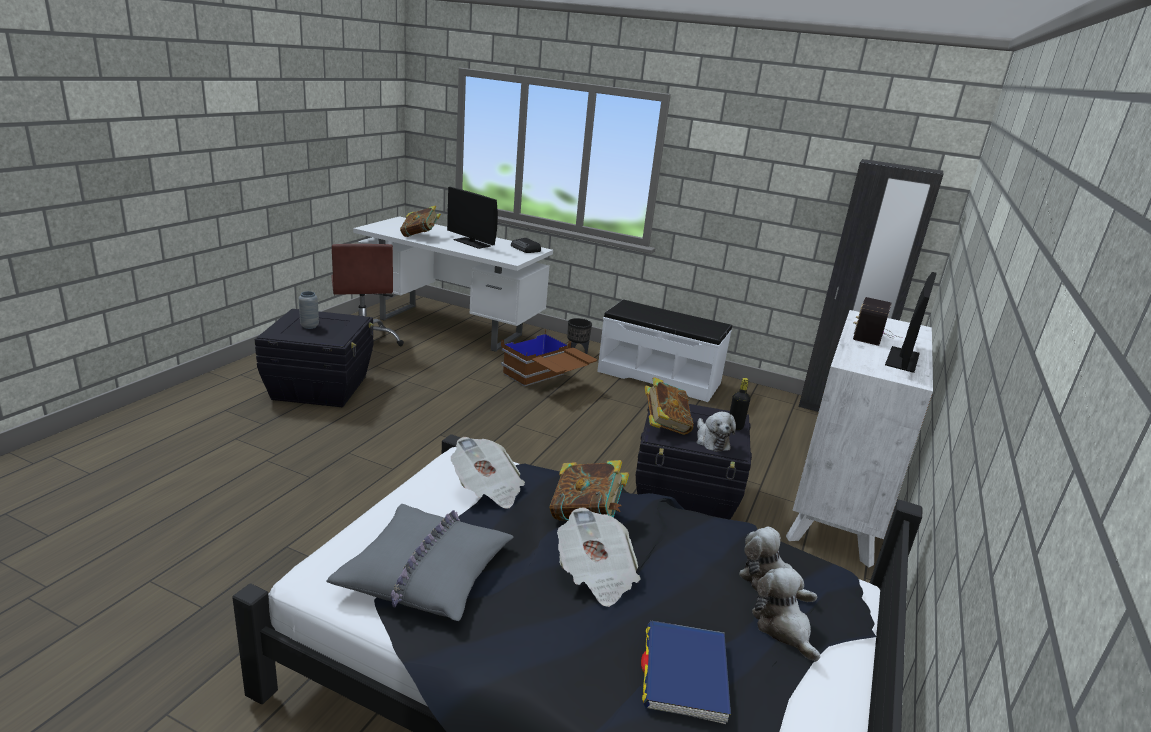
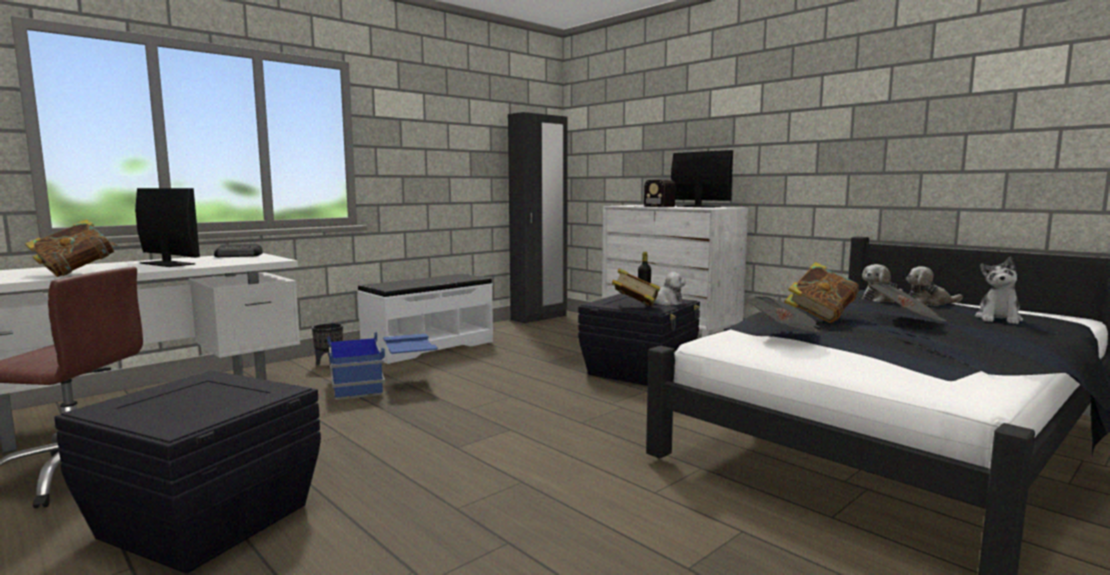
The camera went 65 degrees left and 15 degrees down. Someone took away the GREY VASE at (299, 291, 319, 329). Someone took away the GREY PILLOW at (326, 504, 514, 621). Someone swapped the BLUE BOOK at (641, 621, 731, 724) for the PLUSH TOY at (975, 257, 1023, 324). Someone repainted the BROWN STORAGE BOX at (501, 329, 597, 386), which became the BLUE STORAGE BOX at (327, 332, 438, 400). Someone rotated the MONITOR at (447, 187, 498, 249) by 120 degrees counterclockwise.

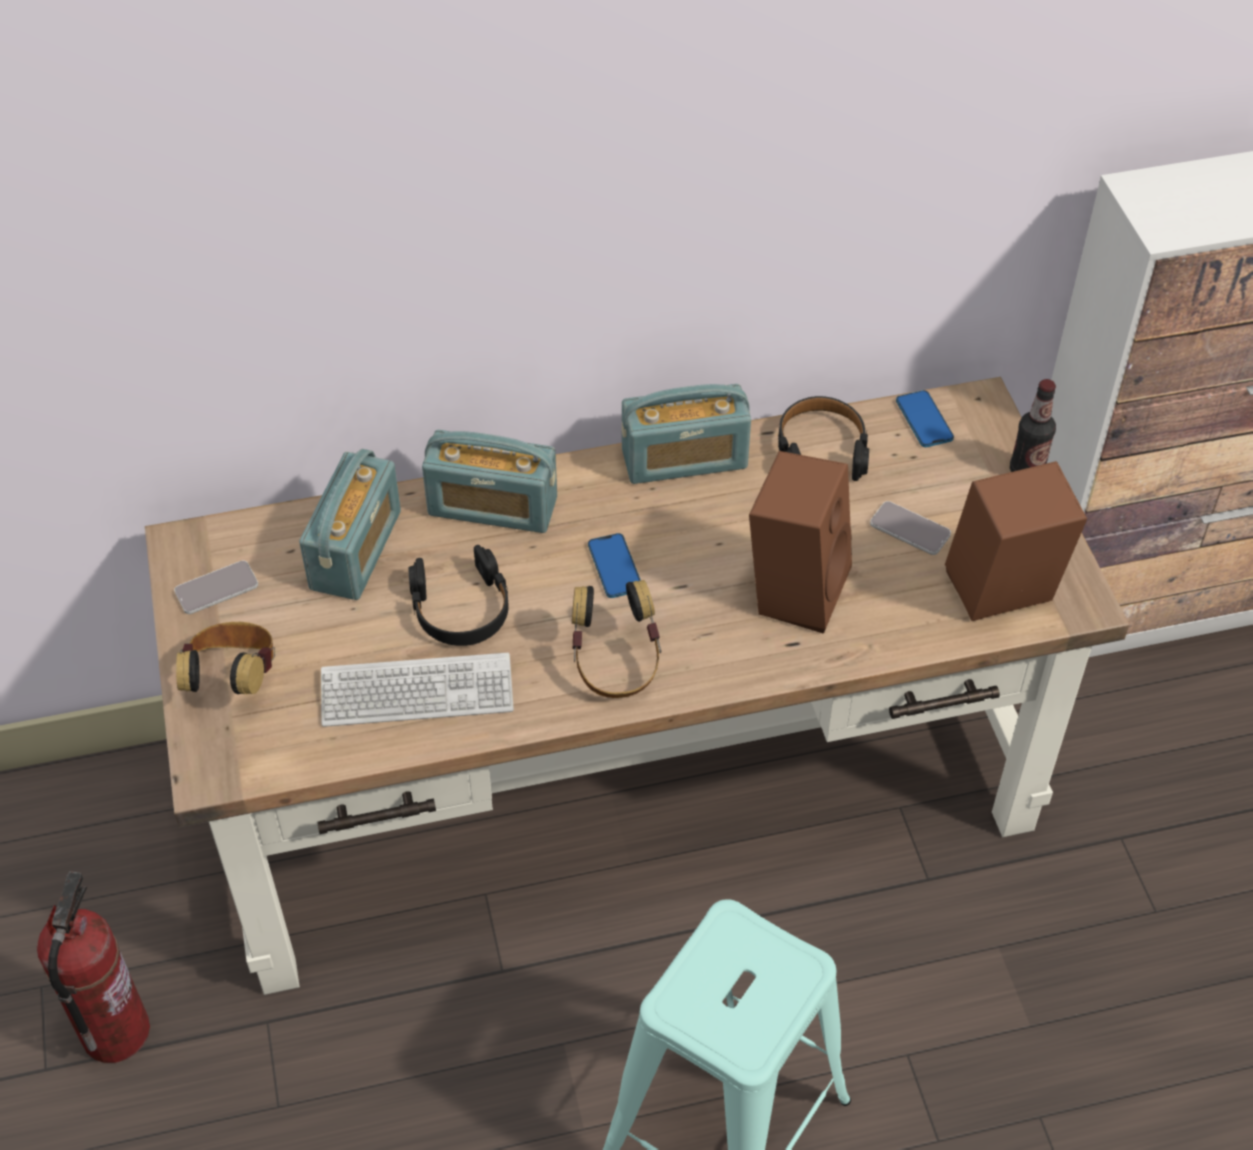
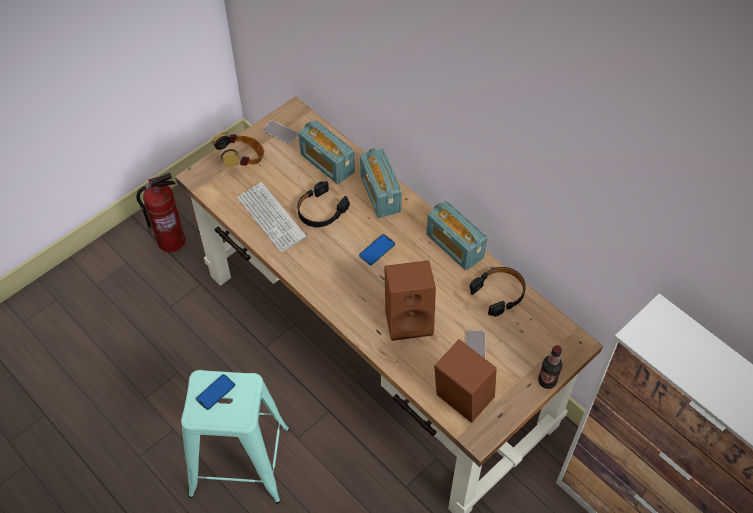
The camera went 60 degrees right and 5 degrees up. Someone took away the HEADPHONES at (572, 580, 661, 698). Someone carried the PHONE from (896, 390, 954, 447) to (196, 374, 235, 410). Someone rotated the RADIO at (299, 449, 401, 600) by 60 degrees clockwise.

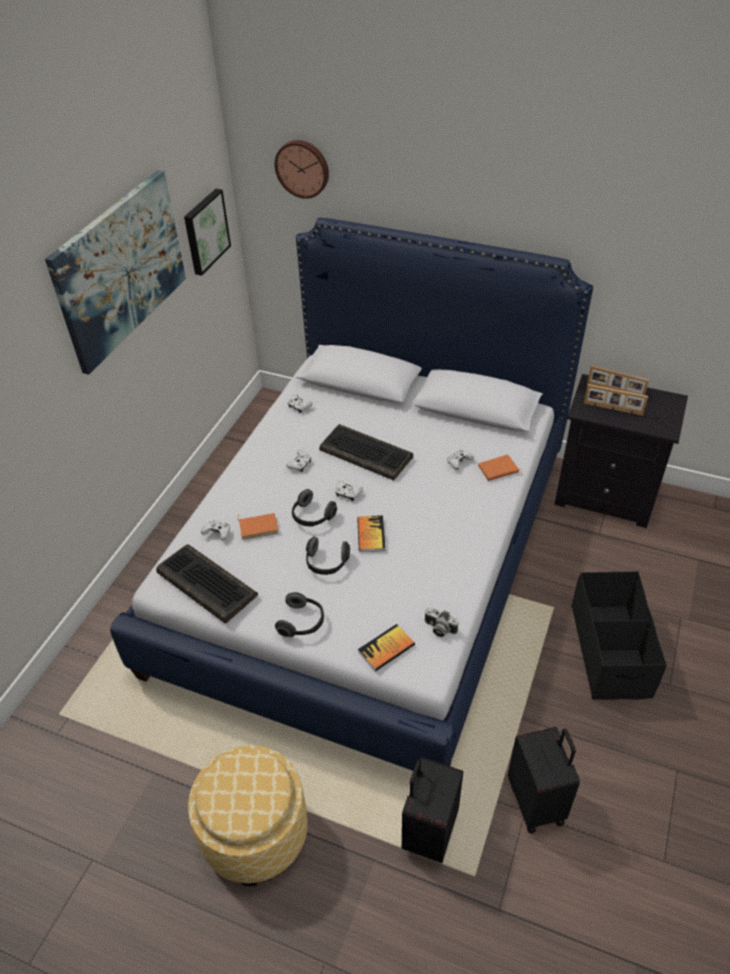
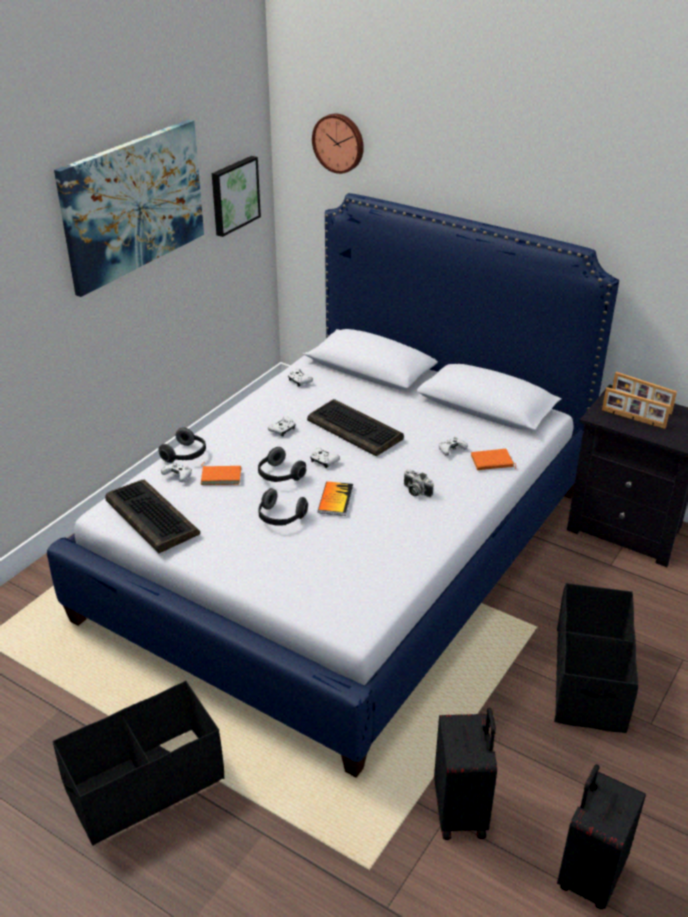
The camera went 10 degrees right and 10 degrees down. Someone took away the BOOK at (358, 624, 415, 671). Someone carried the HEADPHONES from (275, 592, 324, 637) to (158, 427, 206, 463). Someone carried the BLACK SUITCASE from (402, 757, 463, 863) to (557, 764, 646, 910). Someone carried the PHOTO CAMERA from (425, 608, 459, 637) to (404, 469, 434, 497). Someone swapped the OTTOMAN at (188, 745, 308, 886) for the BLACK STORAGE BOX at (52, 681, 224, 846).

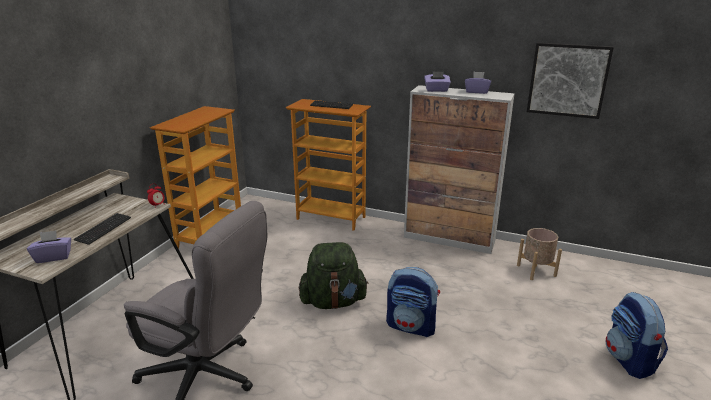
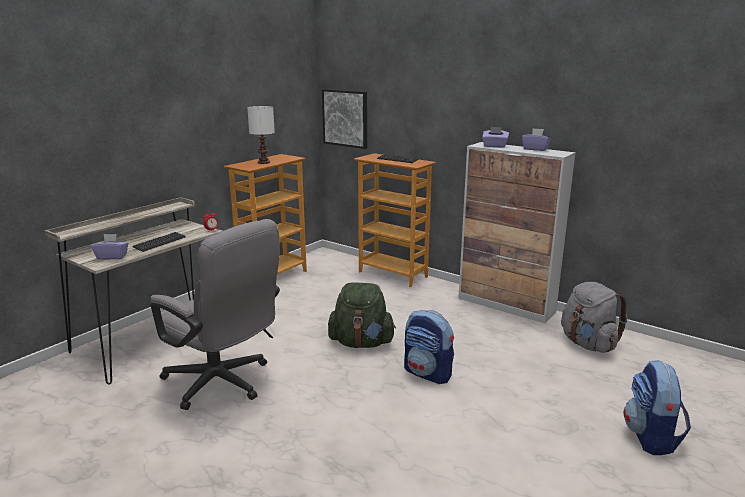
The camera went 15 degrees right and 5 degrees down. Someone put down the WHITE TABLE LAMP at (247, 106, 275, 164). Someone carried the PICTURE from (527, 43, 614, 119) to (322, 89, 367, 149). Someone swapped the BEIGE PLANTER at (517, 228, 562, 280) for the GREY BACKPACK at (561, 282, 628, 353).

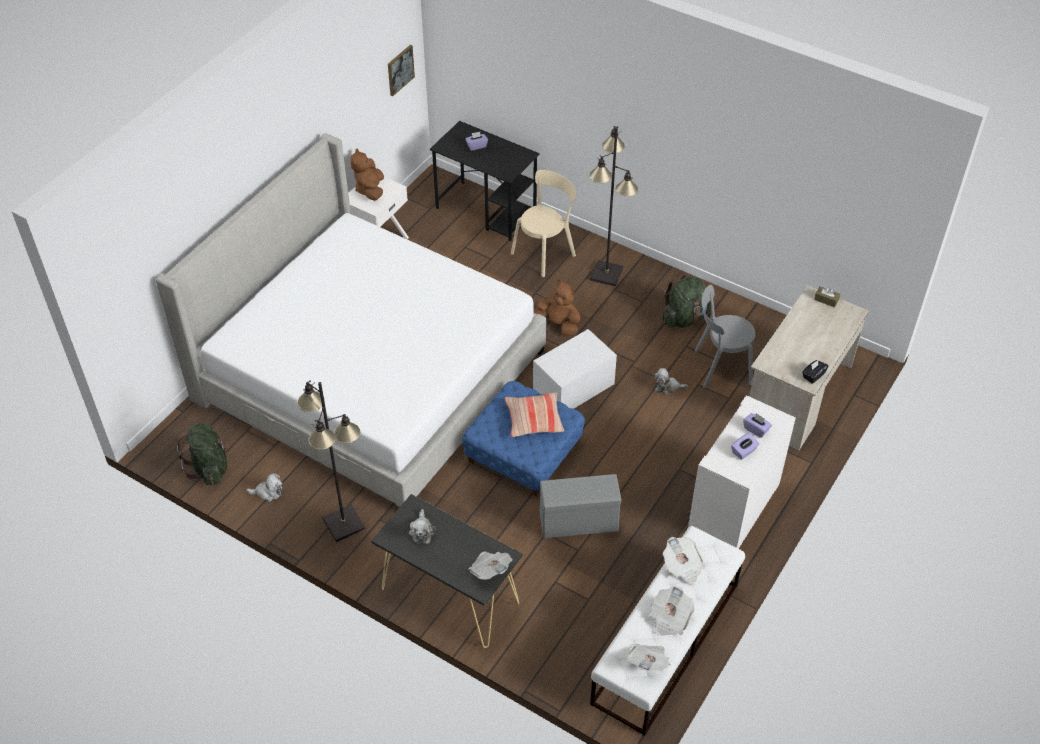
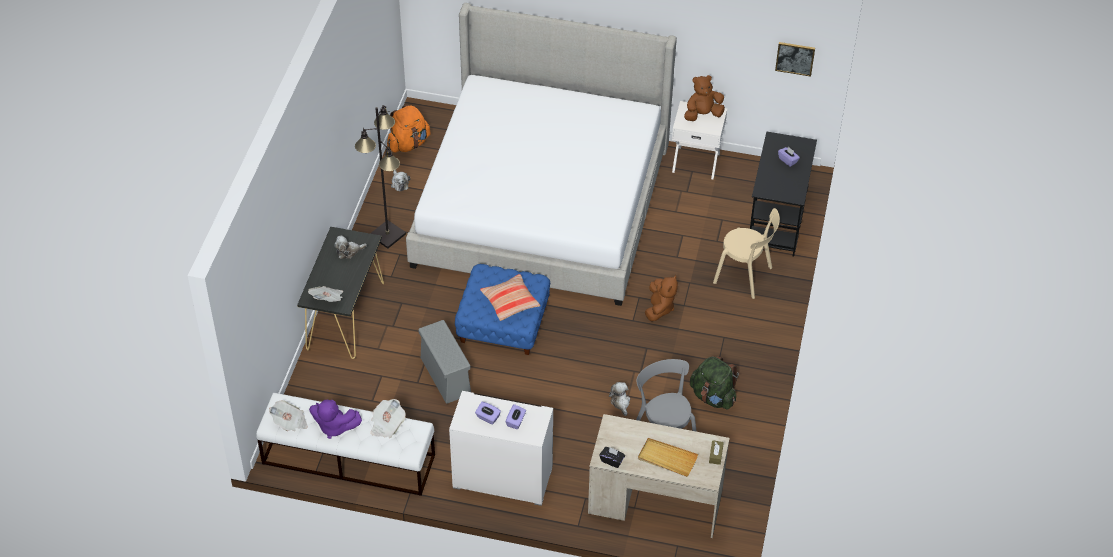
The camera went 70 degrees right and 0 degrees up. Someone took away the WHITE STORAGE BOX at (533, 329, 617, 409). Someone took away the BLACK FLOOR LAMP at (589, 126, 638, 286). Someone put down the BEIGE TRAY at (638, 438, 698, 477). Someone swapped the NEWSPAPER at (650, 586, 694, 636) for the PURPLE PLUSH TOY at (309, 399, 362, 439). Someone repainted the GREEN BACKPACK at (177, 423, 230, 485), which became the ORANGE BACKPACK at (387, 105, 430, 153).

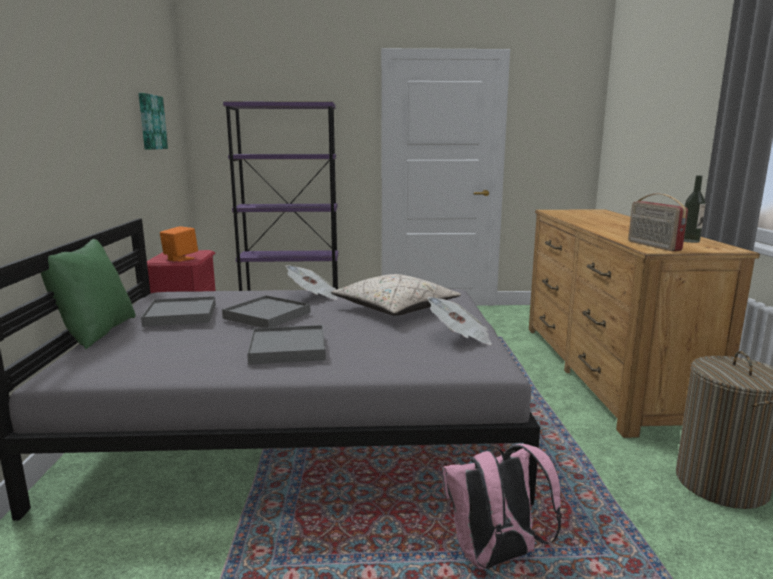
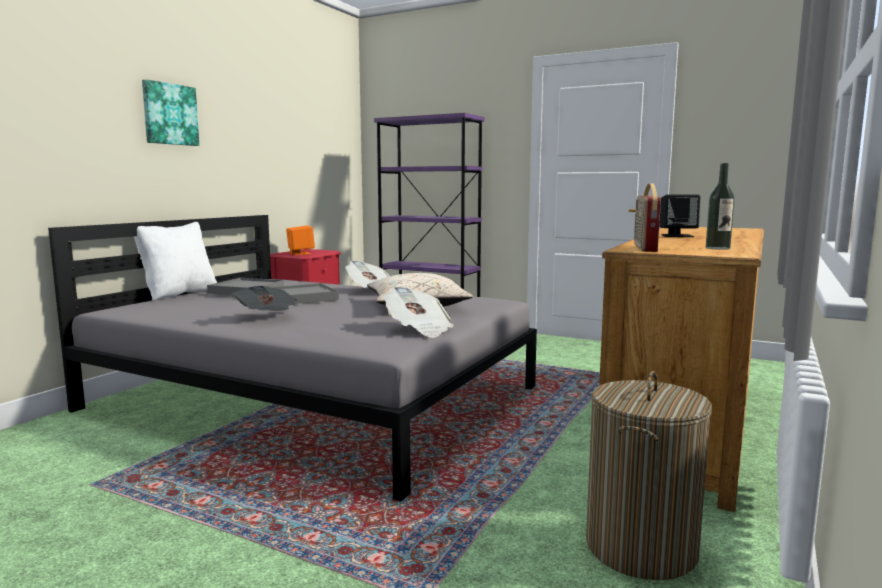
The camera went 30 degrees right and 5 degrees down. Someone took away the PINK BACKPACK at (442, 444, 562, 569). Someone put down the BLACK SPEAKER at (659, 194, 700, 237). Someone carried the PICTURE from (139, 93, 168, 150) to (142, 79, 199, 146). Someone swapped the GREY TRAY at (247, 325, 326, 365) for the NEWSPAPER at (231, 286, 297, 311). Someone repainted the GREEN PILLOW at (41, 239, 135, 349), which became the WHITE PILLOW at (134, 222, 217, 301).

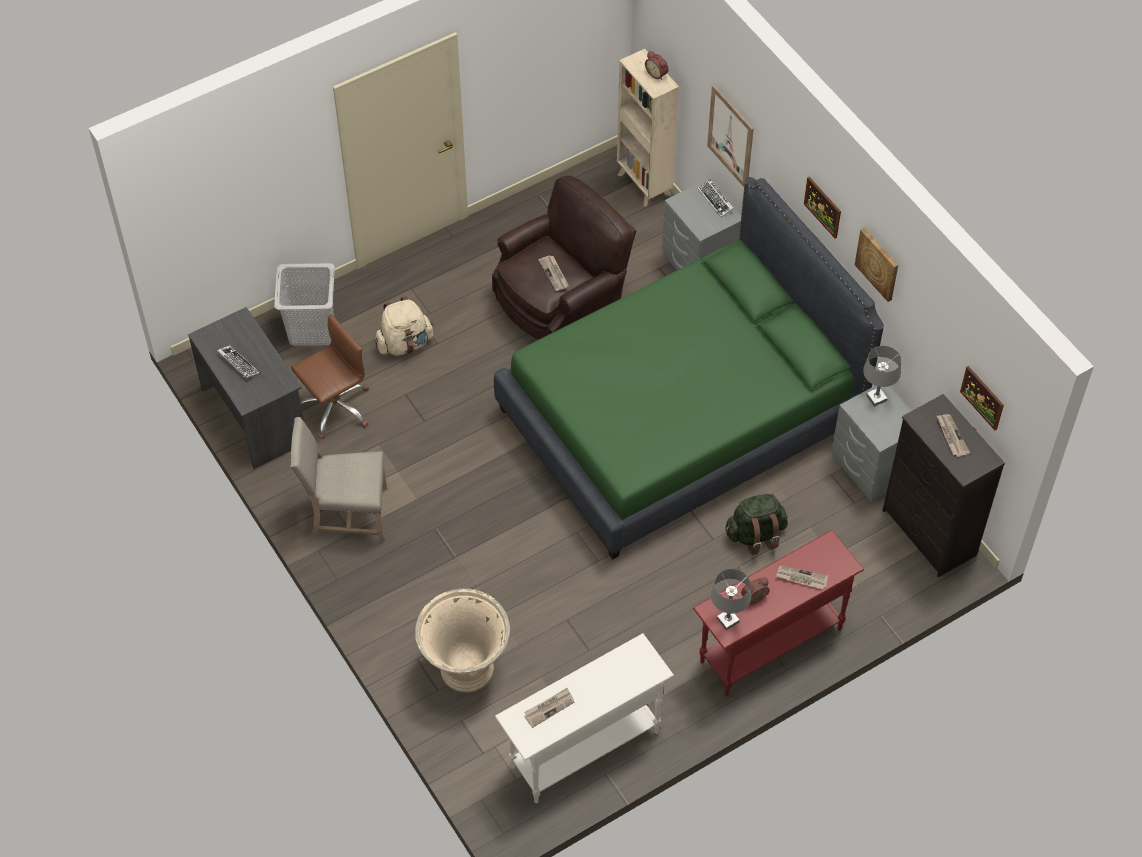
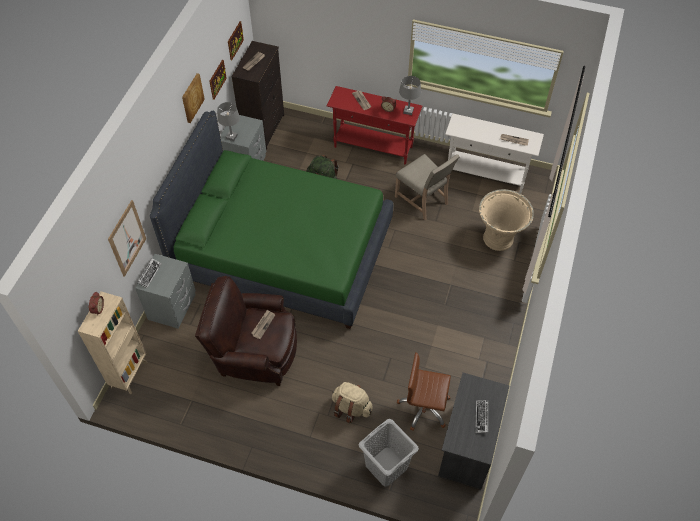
The camera went 130 degrees left and 0 degrees up. Someone carried the BEIGE CHAIR from (290, 417, 387, 542) to (395, 154, 460, 220). Someone carried the PICTURE from (804, 177, 841, 238) to (209, 60, 227, 100).

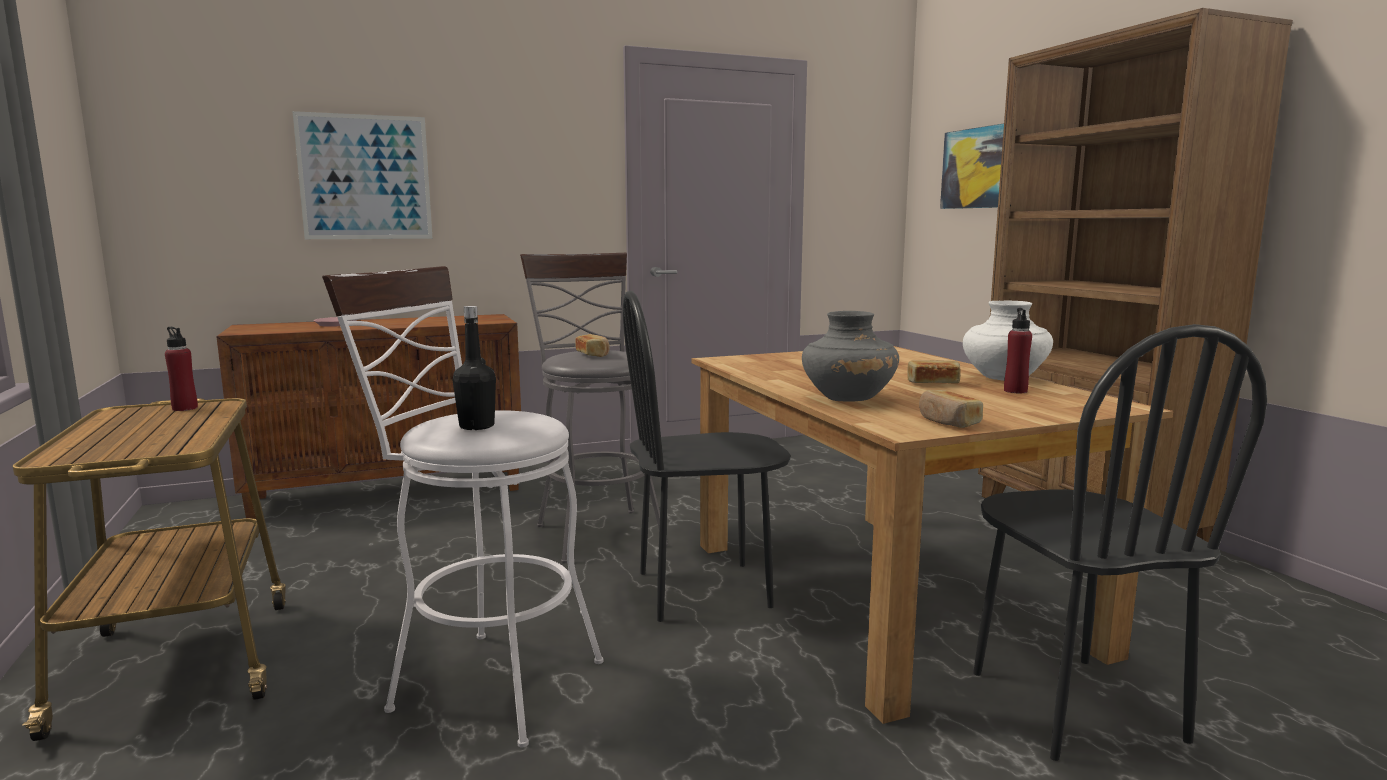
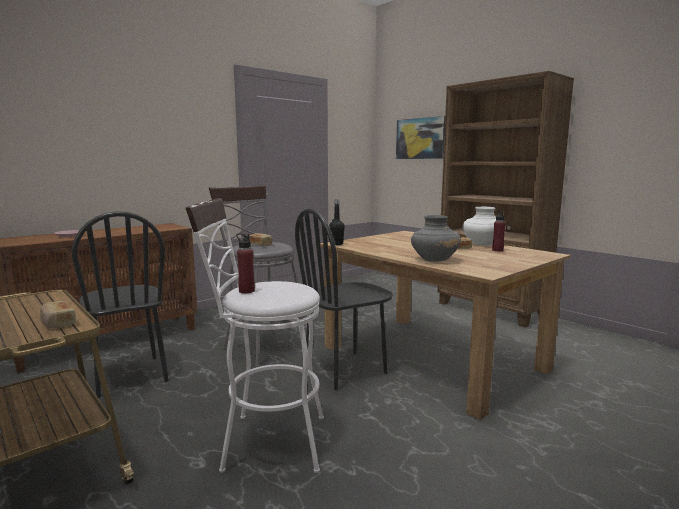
The camera went 20 degrees left and 0 degrees up. Someone took away the PICTURE at (292, 111, 433, 239). Someone carried the RED BOTTLE from (165, 327, 198, 411) to (236, 233, 255, 293). Someone carried the BLACK BOTTLE from (452, 306, 496, 430) to (329, 200, 345, 245). Someone carried the BREAD from (919, 390, 983, 428) to (40, 301, 76, 329). Someone carried the BLACK CHAIR from (973, 324, 1267, 761) to (72, 211, 169, 398).

